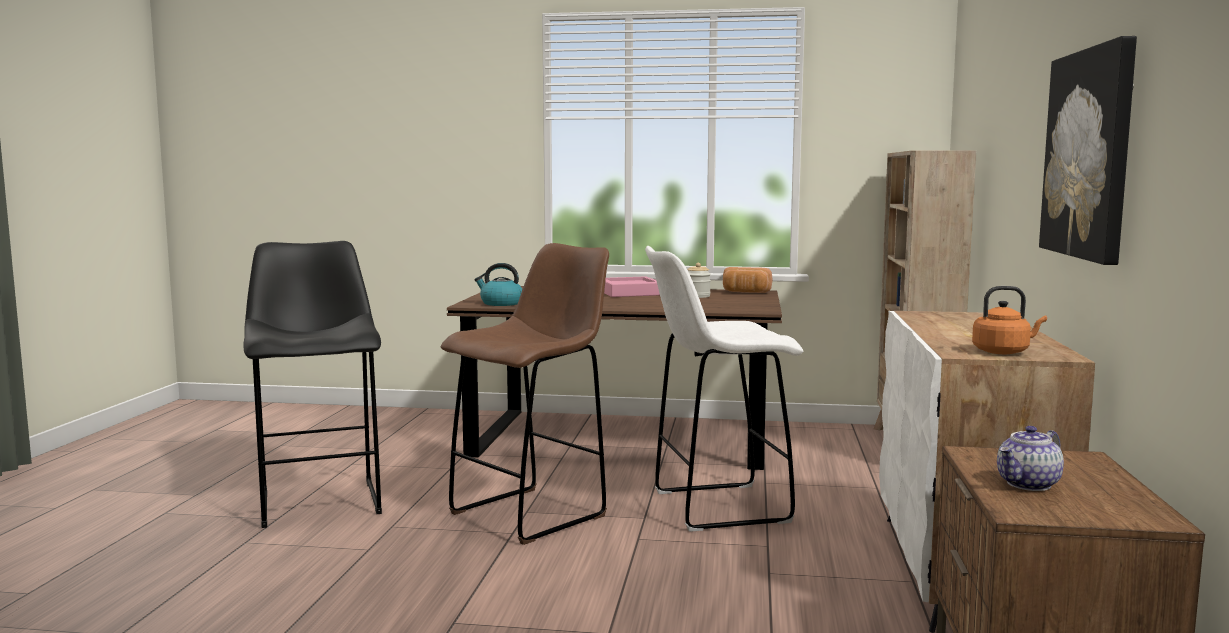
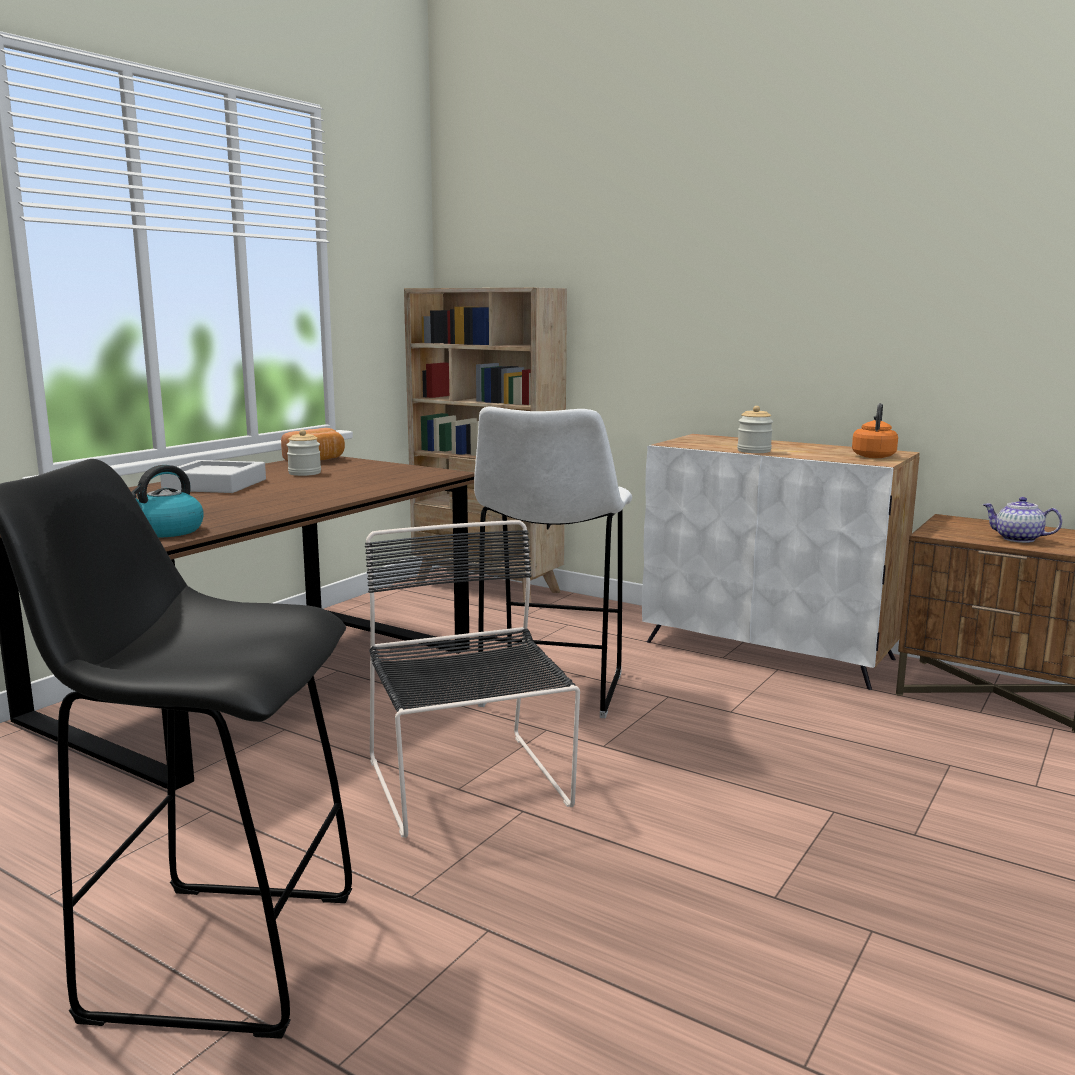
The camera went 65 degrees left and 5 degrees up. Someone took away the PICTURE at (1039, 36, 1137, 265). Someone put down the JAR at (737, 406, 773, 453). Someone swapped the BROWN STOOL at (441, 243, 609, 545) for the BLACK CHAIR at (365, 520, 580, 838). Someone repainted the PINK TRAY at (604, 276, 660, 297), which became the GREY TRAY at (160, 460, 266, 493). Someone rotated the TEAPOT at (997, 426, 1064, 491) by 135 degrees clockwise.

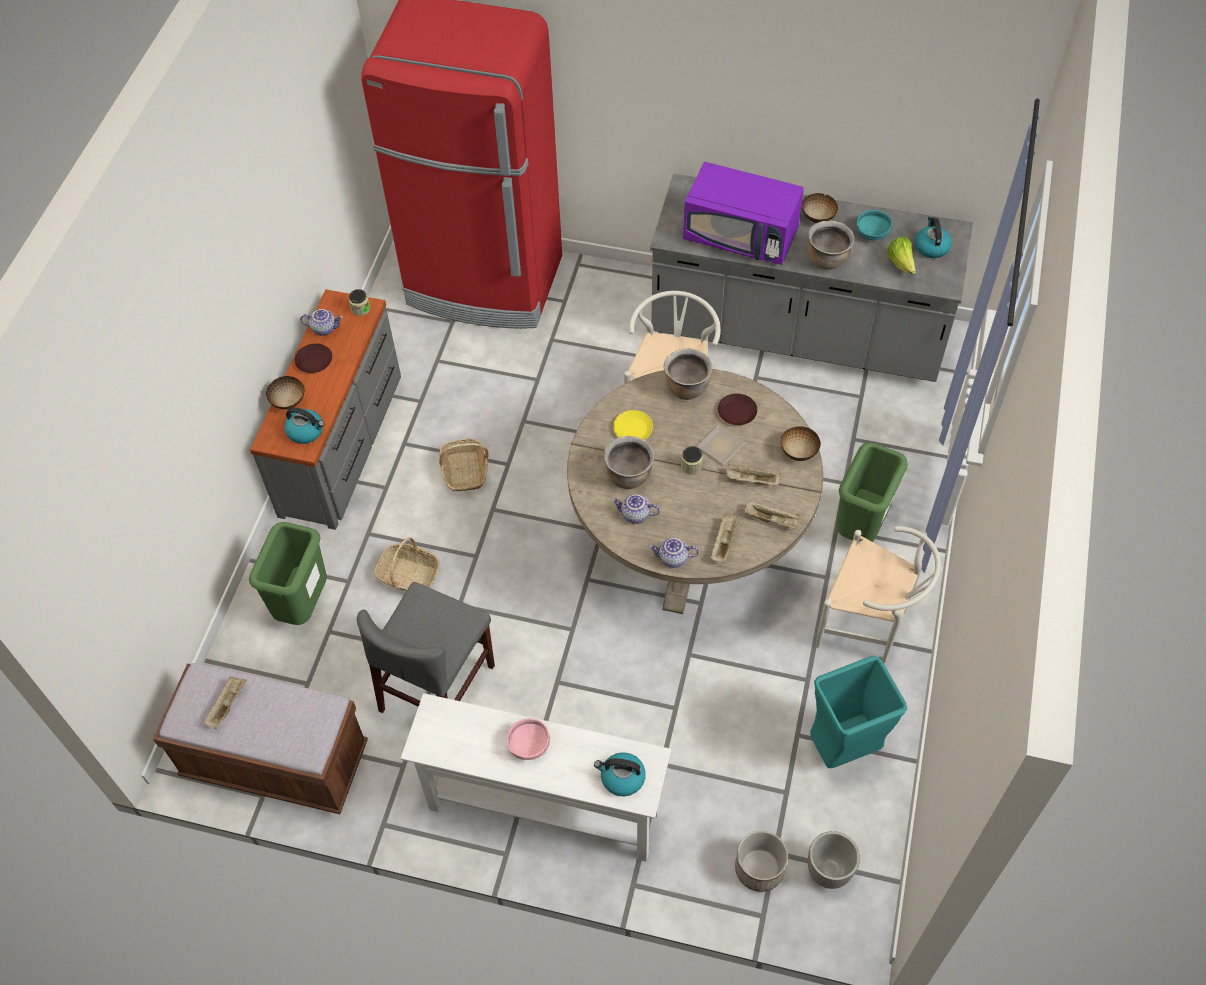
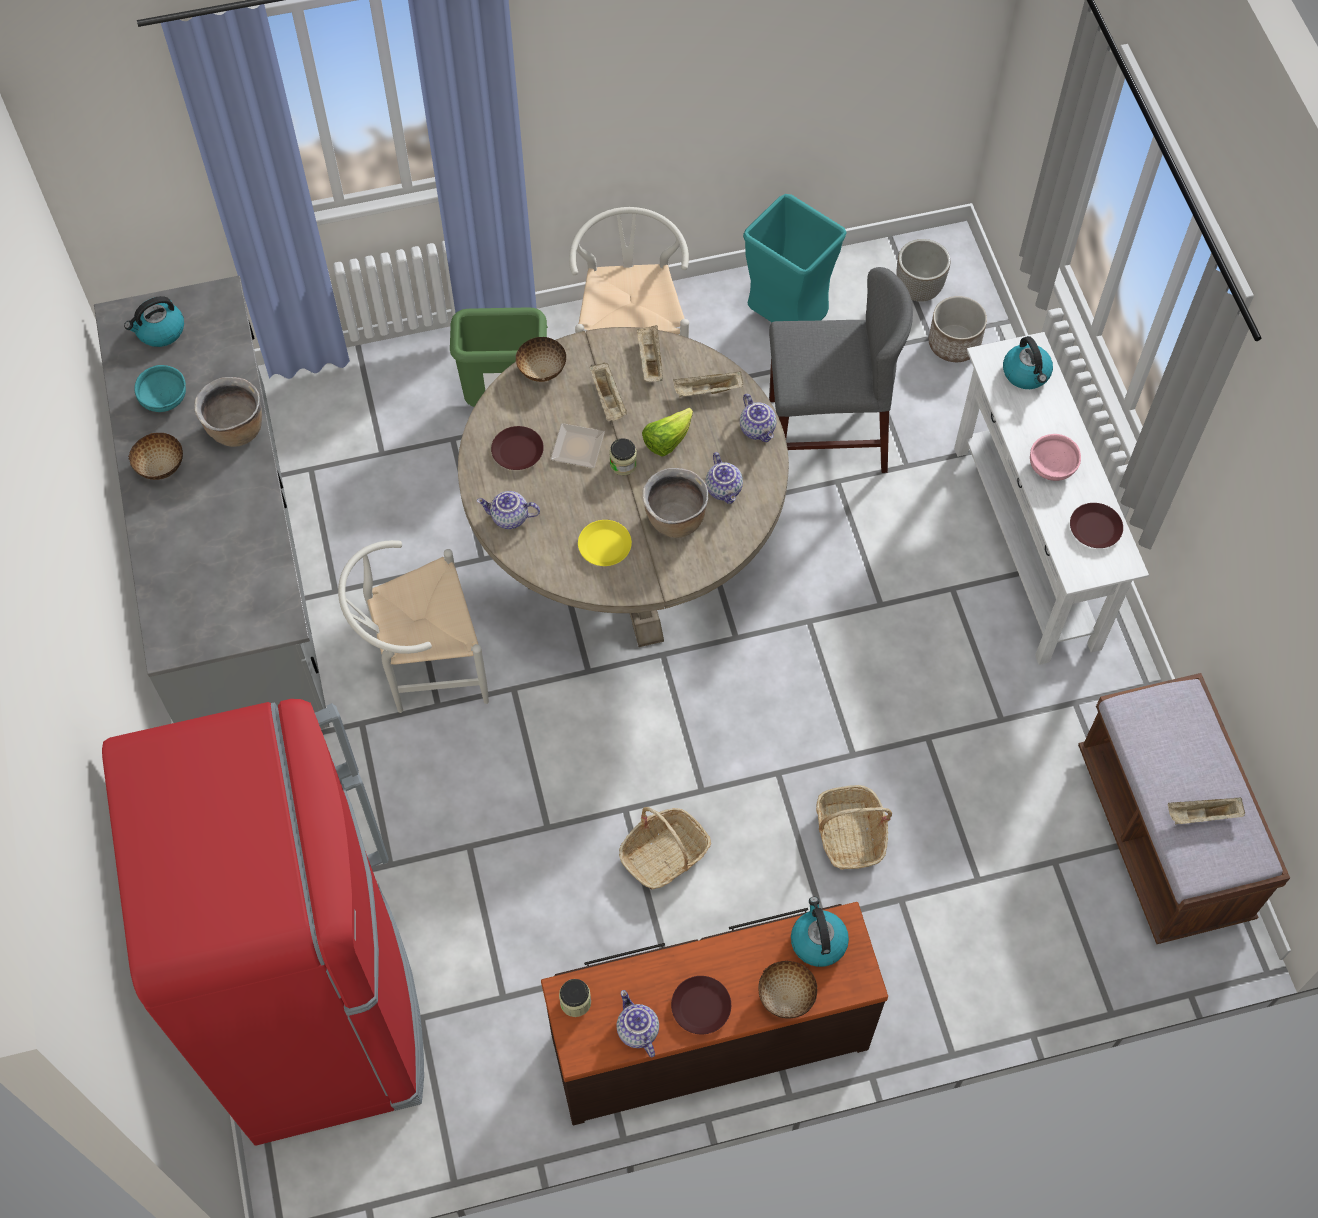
The camera went 120 degrees left and 5 degrees up. Someone took away the GREEN TRASH CAN at (249, 522, 327, 625). Someone took away the PURPLE MICROWAVE at (683, 162, 804, 265). Someone put down the BROWN PLATE at (1070, 503, 1123, 548). Someone carried the GREY CHAIR from (357, 582, 495, 713) to (769, 267, 913, 473). Someone carried the LETTUCE from (887, 237, 916, 275) to (642, 408, 693, 456). Someone swapped the BROWN COOKING POT at (663, 348, 712, 400) for the TEAPOT at (477, 491, 540, 529). Someone repainted the GREY DRESSER at (250, 289, 401, 530), which became the BROWN DRESSER at (541, 902, 888, 1126).

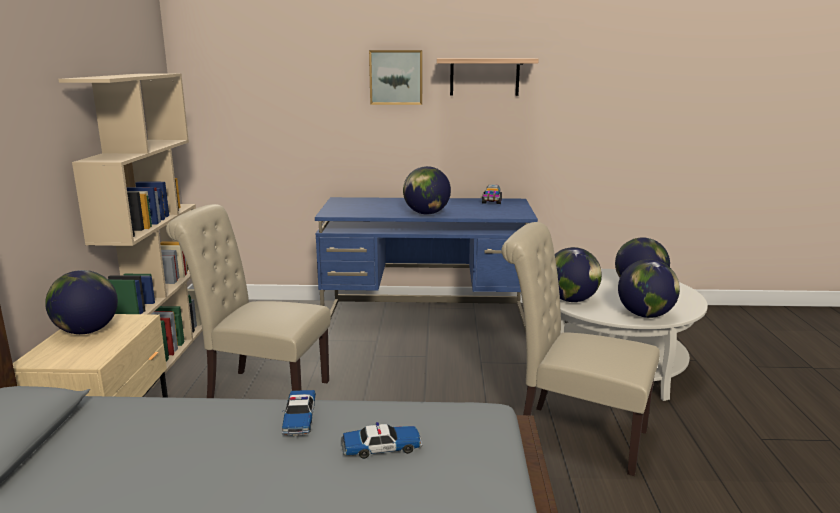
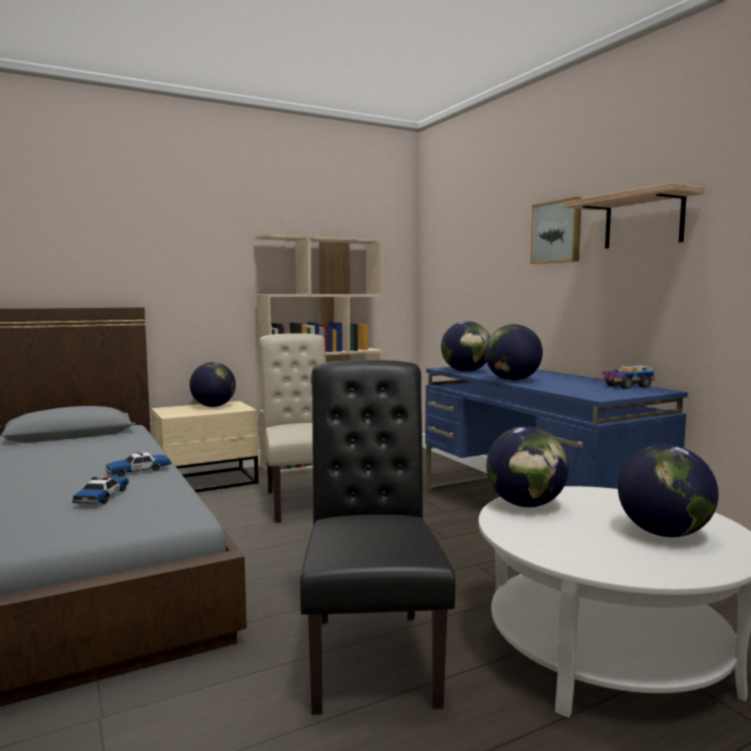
The camera went 60 degrees right and 10 degrees down. Someone carried the GLOBE from (618, 259, 680, 318) to (441, 321, 490, 372). Someone repainted the BEIGE CHAIR at (501, 222, 660, 476), which became the BLACK CHAIR at (300, 360, 455, 715). Someone rotated the TOY CAR at (341, 422, 422, 459) by 135 degrees counterclockwise.

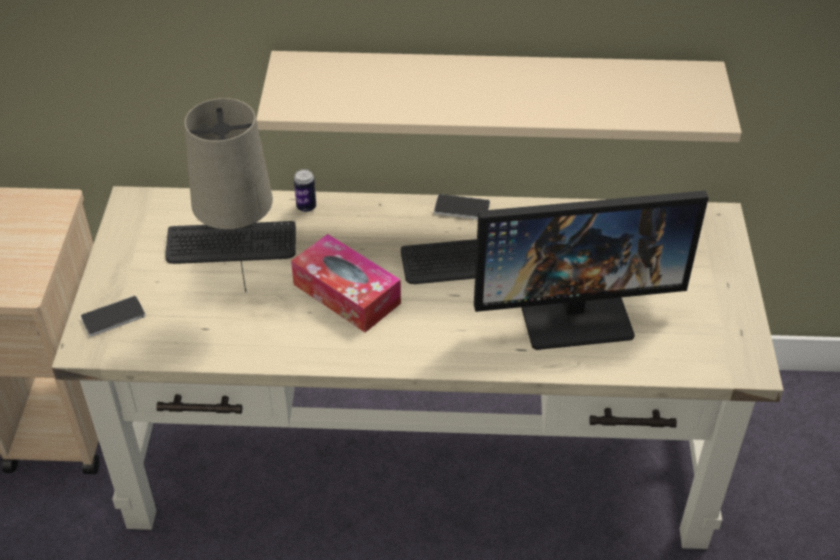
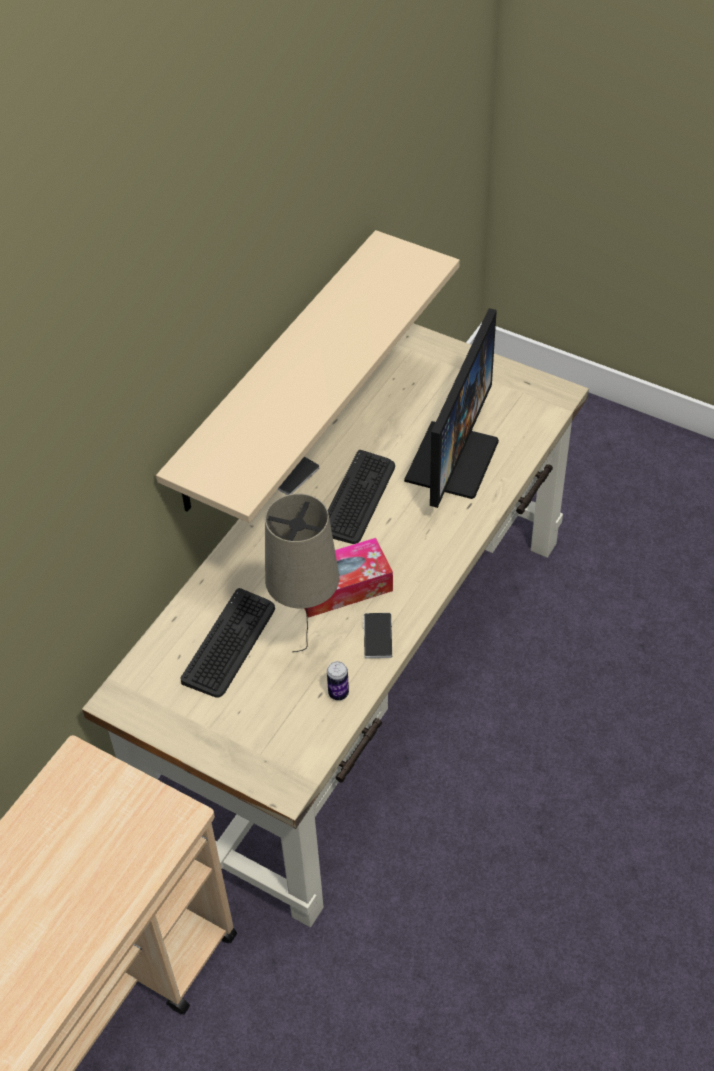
The camera went 60 degrees left and 5 degrees up. Someone carried the PHONE from (80, 296, 146, 337) to (363, 613, 392, 658). Someone carried the CAN from (294, 169, 316, 212) to (327, 661, 349, 700).

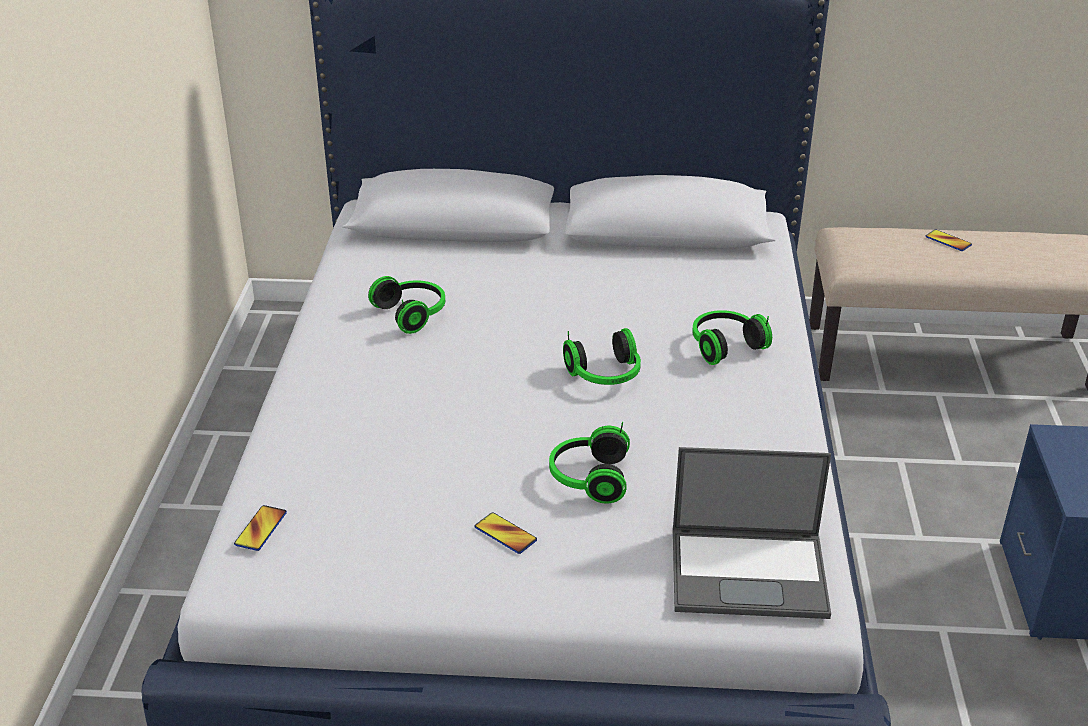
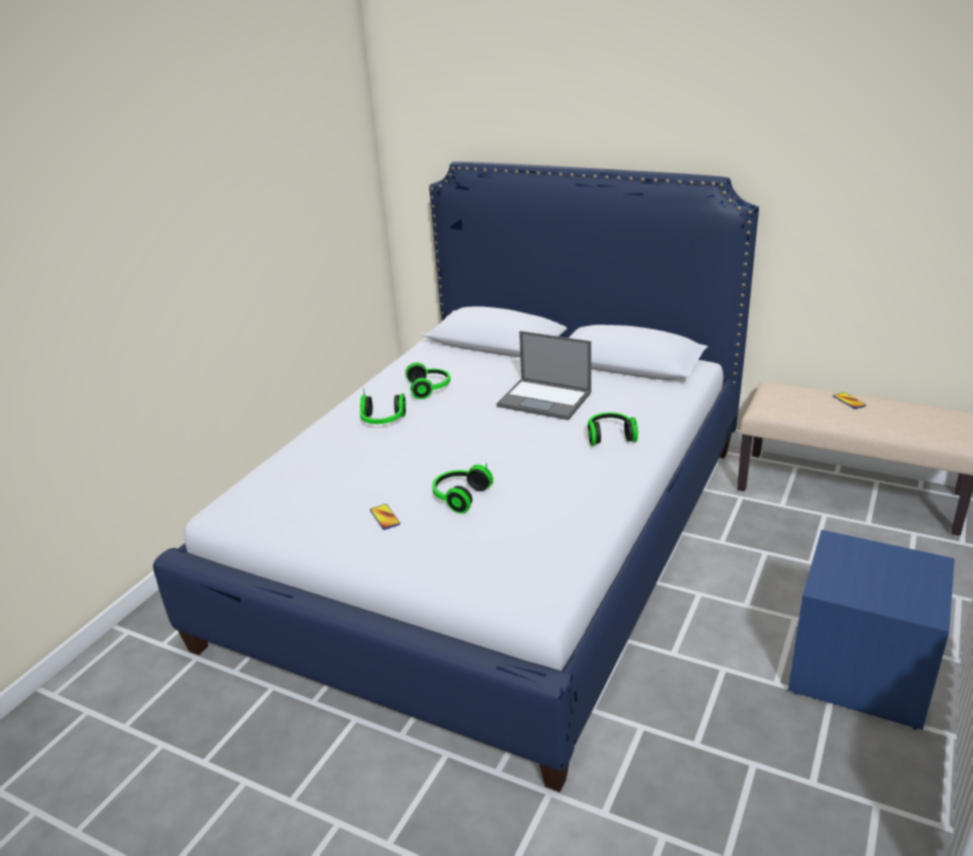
The camera went 25 degrees right and 5 degrees down. Someone took away the PHONE at (234, 505, 287, 551). Someone carried the HEADPHONES from (563, 328, 641, 385) to (360, 389, 406, 424). Someone carried the LAPTOP from (673, 447, 831, 619) to (497, 331, 591, 420).

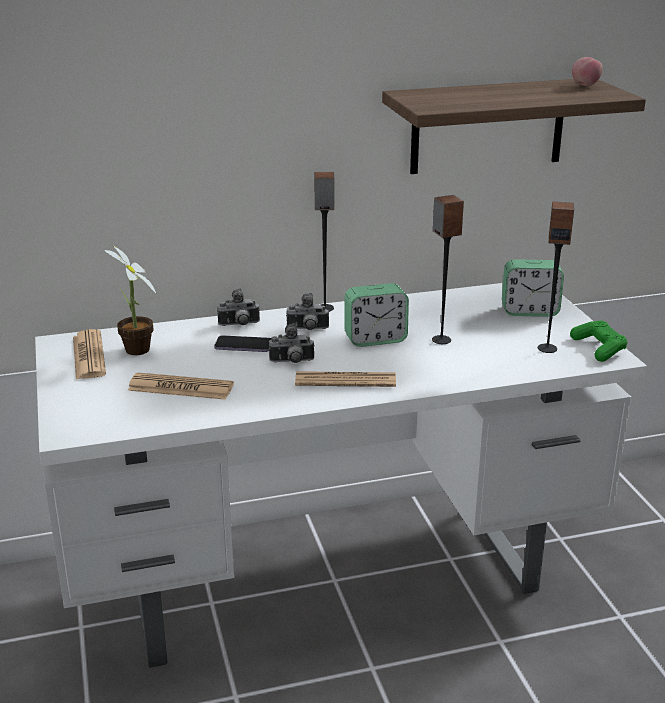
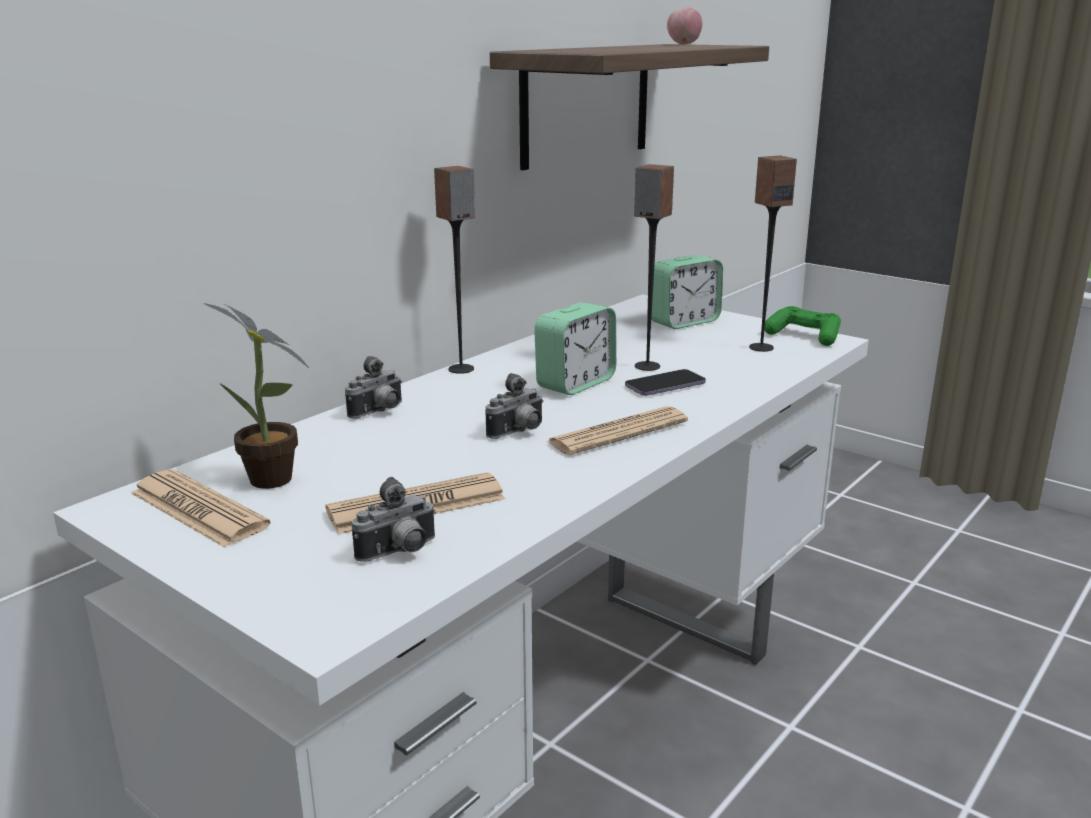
The camera went 35 degrees left and 5 degrees down. Someone carried the PHONE from (214, 335, 272, 352) to (625, 369, 706, 396). Someone carried the PHOTO CAMERA from (286, 293, 329, 330) to (352, 477, 436, 562).

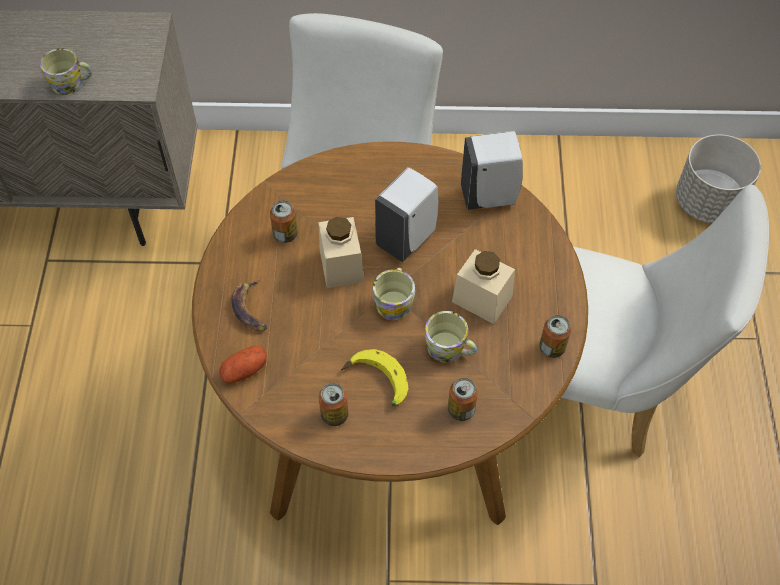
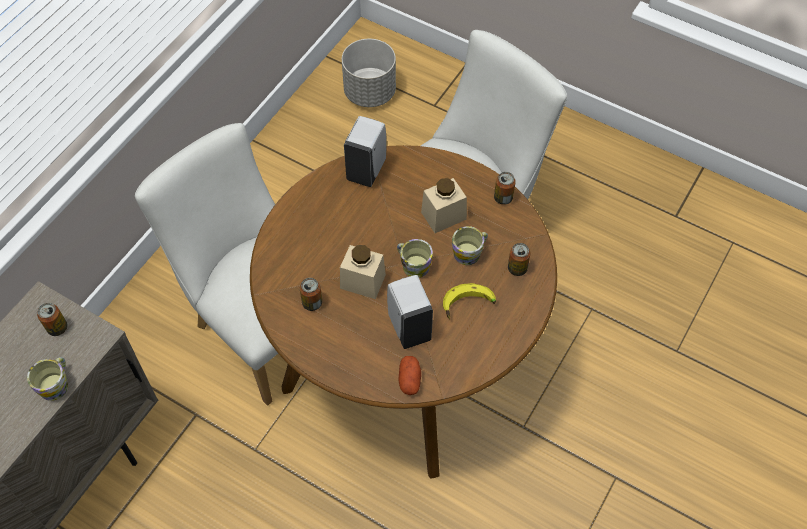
The camera went 60 degrees left and 0 degrees up. Someone took away the BANANA at (232, 280, 267, 331). Someone carried the CAN from (319, 383, 348, 426) to (37, 303, 67, 336). Someone carried the WHITE SOAP DISPENSER from (375, 167, 439, 262) to (387, 275, 433, 349).

